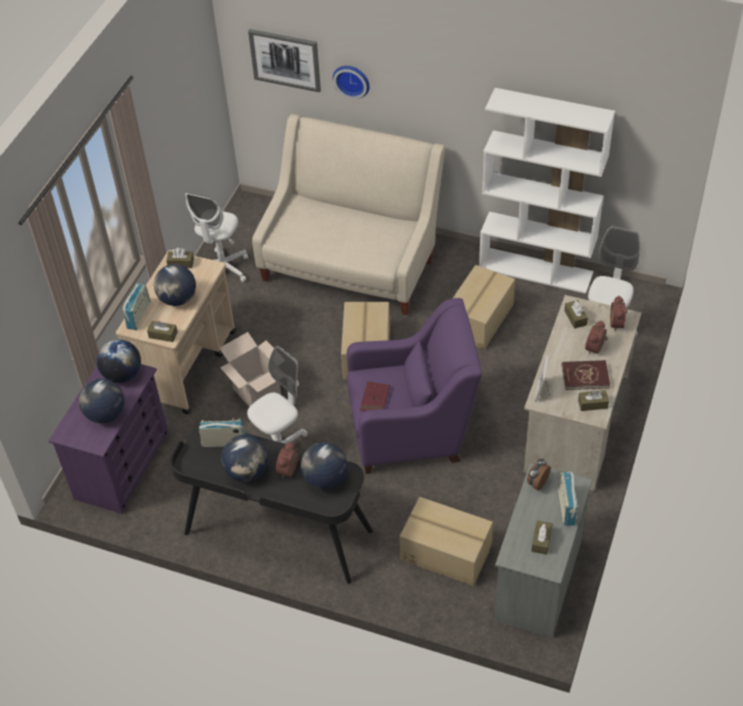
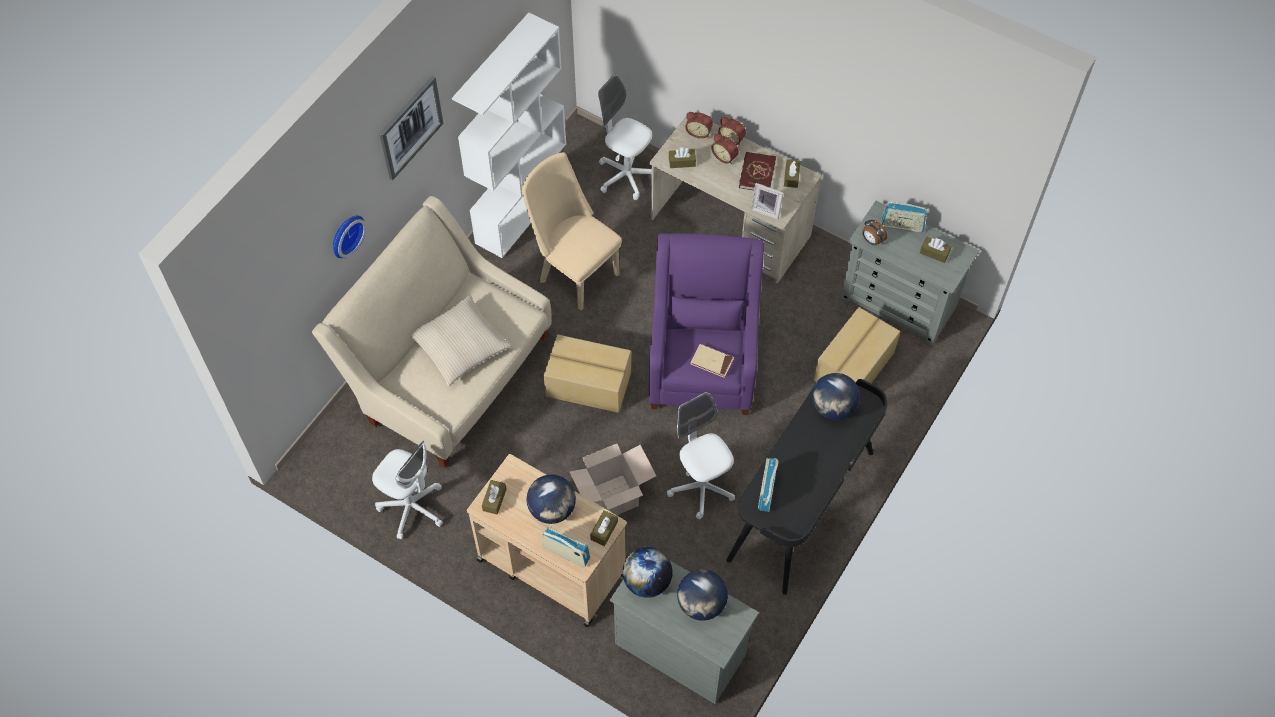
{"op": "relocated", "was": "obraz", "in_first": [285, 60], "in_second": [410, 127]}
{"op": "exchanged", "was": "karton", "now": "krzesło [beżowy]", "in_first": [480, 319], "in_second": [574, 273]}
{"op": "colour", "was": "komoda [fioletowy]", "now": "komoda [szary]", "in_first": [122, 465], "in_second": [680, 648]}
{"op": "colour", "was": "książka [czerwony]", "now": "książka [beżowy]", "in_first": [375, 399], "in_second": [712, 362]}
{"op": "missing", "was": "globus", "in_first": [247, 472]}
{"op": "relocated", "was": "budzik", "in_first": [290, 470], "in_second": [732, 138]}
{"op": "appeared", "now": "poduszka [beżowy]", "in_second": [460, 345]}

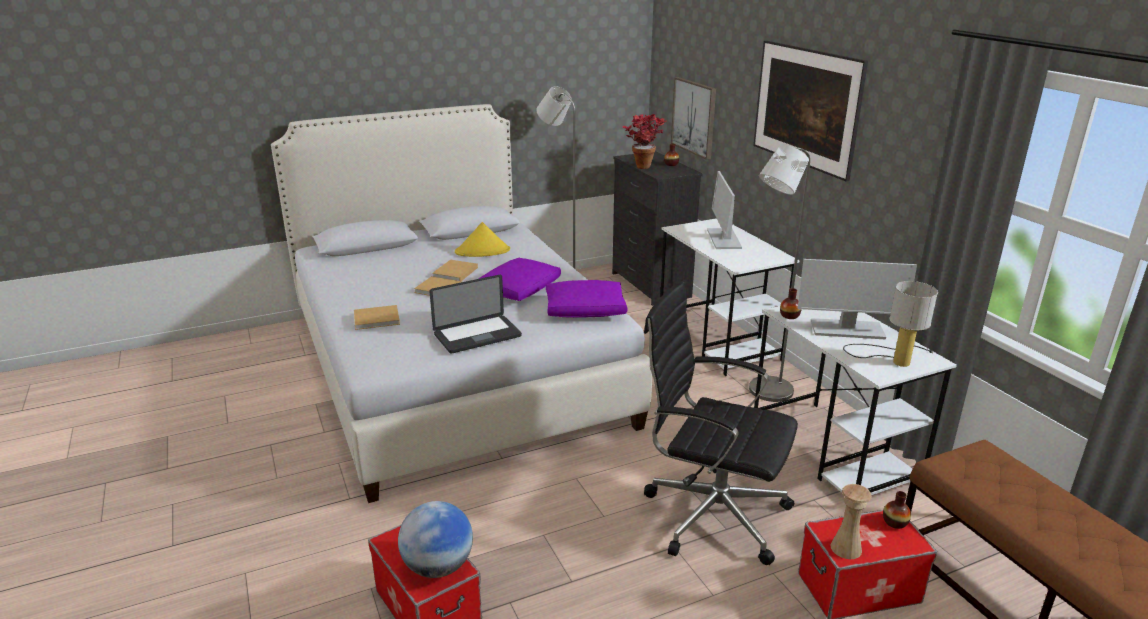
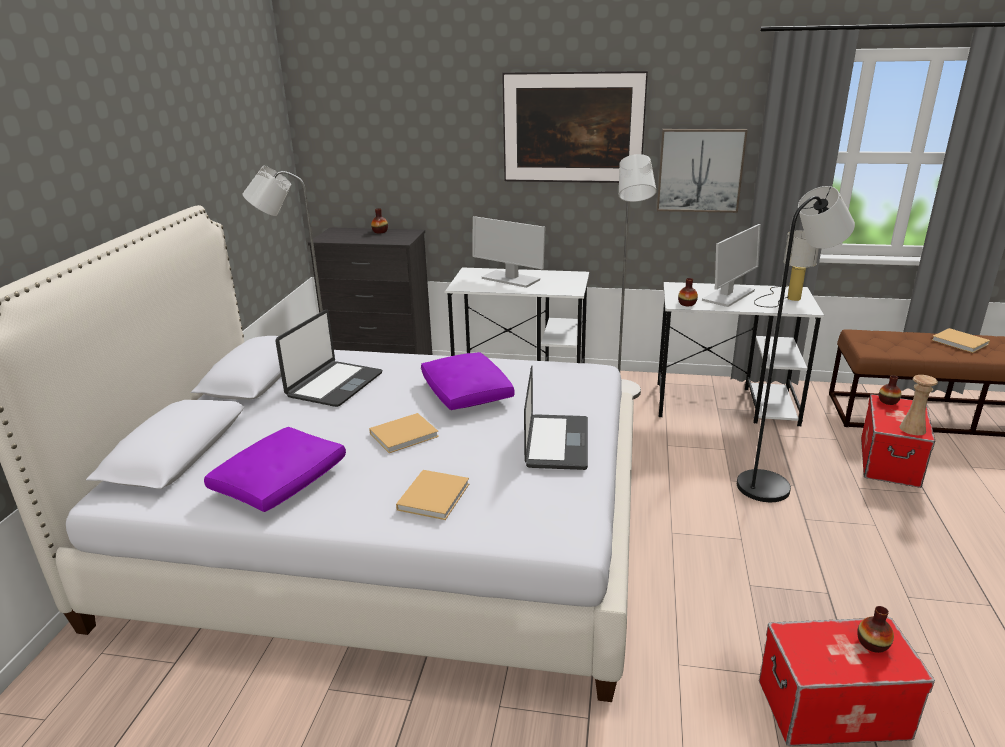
{"op": "relocated", "was": "obraz", "in_first": [694, 117], "in_second": [700, 170]}
{"op": "missing", "was": "roślina doniczkowa", "in_first": [642, 165]}
{"op": "exchanged", "was": "kapelusz [żółty]", "now": "laptop", "in_first": [483, 251], "in_second": [334, 385]}
{"op": "relocated", "was": "książka [beżowy]", "in_first": [454, 273], "in_second": [961, 342]}
{"op": "relocated", "was": "poduszka [fioletowy]", "in_first": [586, 310], "in_second": [281, 481]}
{"op": "exchanged", "was": "krzesło biurowe [czarny]", "now": "lampa stojąca [czarny]", "in_first": [711, 513], "in_second": [770, 484]}
{"op": "exchanged", "was": "globus", "now": "wazon", "in_first": [438, 567], "in_second": [872, 644]}

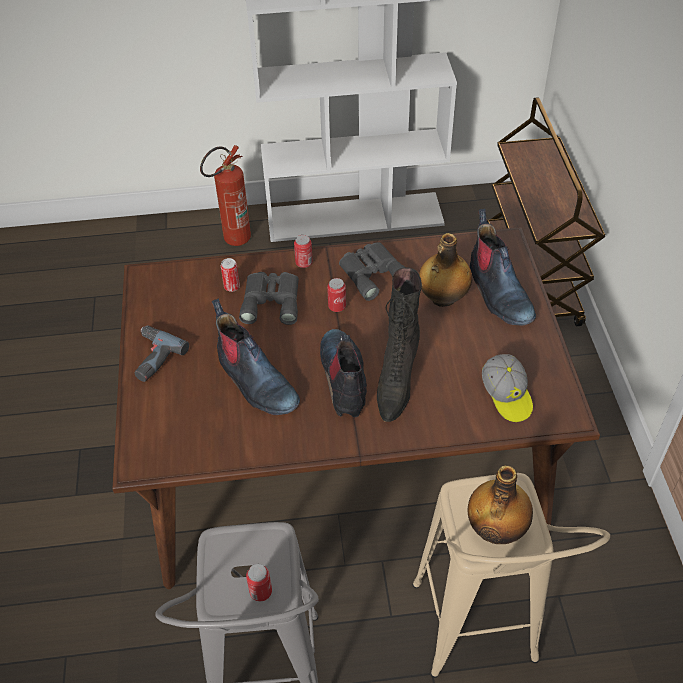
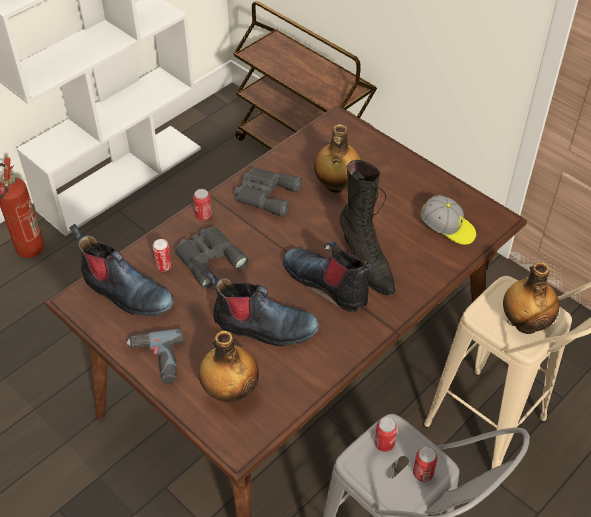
{"op": "relocated", "was": "but z cholewką", "in_first": [497, 293], "in_second": [125, 293]}
{"op": "relocated", "was": "puszka", "in_first": [337, 306], "in_second": [384, 443]}
{"op": "appeared", "now": "butelka", "in_second": [230, 391]}

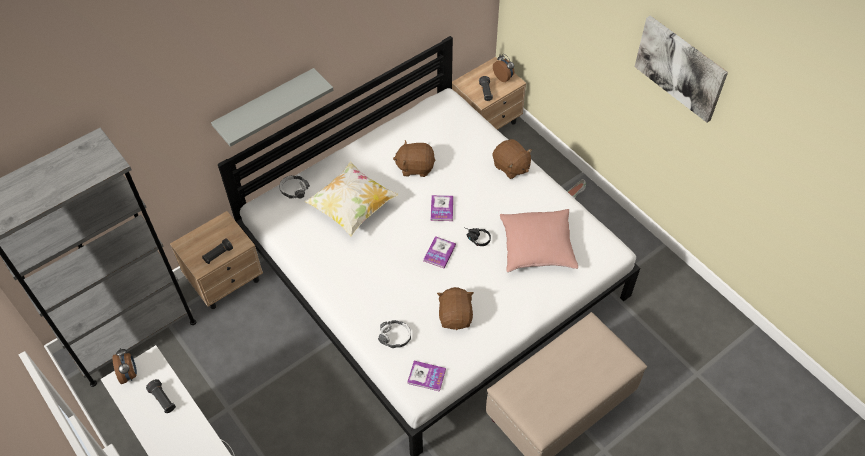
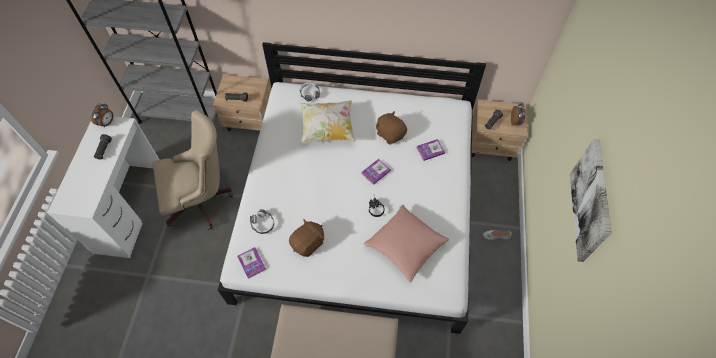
{"op": "missing", "was": "półka [szary]", "in_first": [266, 107]}
{"op": "missing", "was": "pluszak [brązowy]", "in_first": [511, 167]}
{"op": "relocated", "was": "książka", "in_first": [439, 253], "in_second": [430, 150]}
{"op": "appeared", "now": "krzesło biurowe [beżowy]", "in_second": [202, 201]}

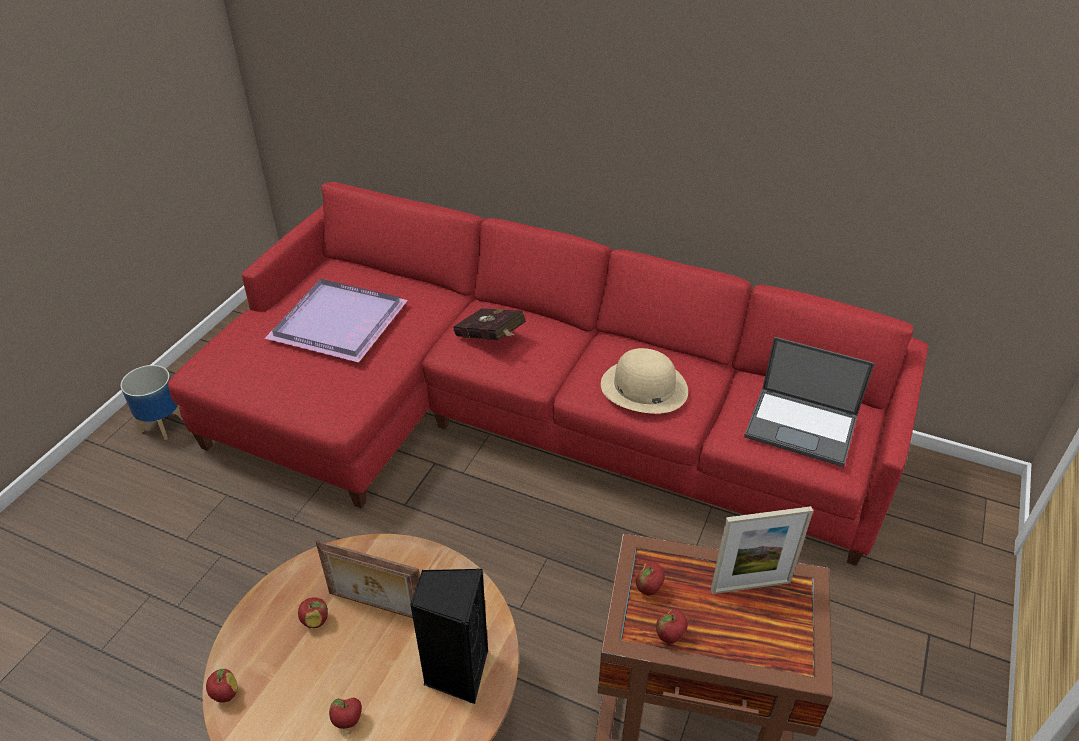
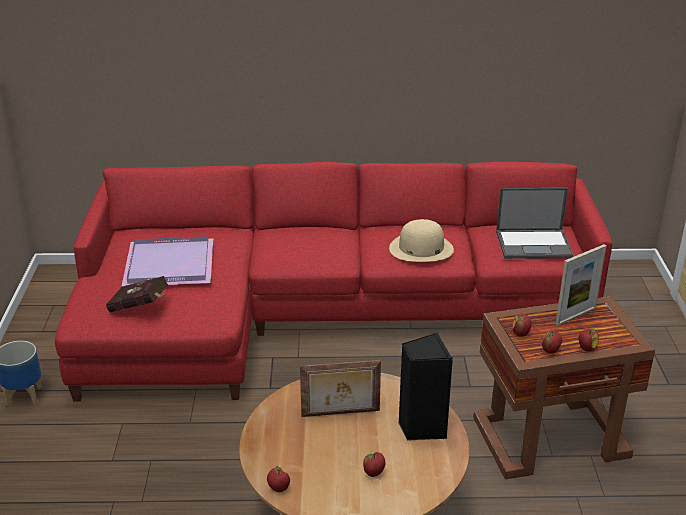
{"op": "relocated", "was": "książka [czerwony]", "in_first": [491, 339], "in_second": [141, 308]}
{"op": "relocated", "was": "jabłko", "in_first": [315, 621], "in_second": [586, 348]}

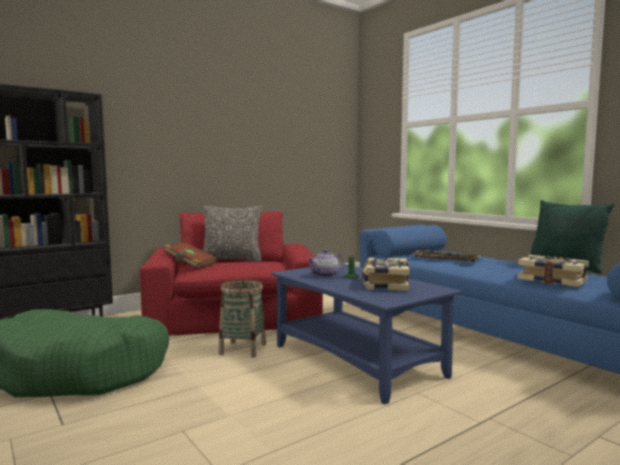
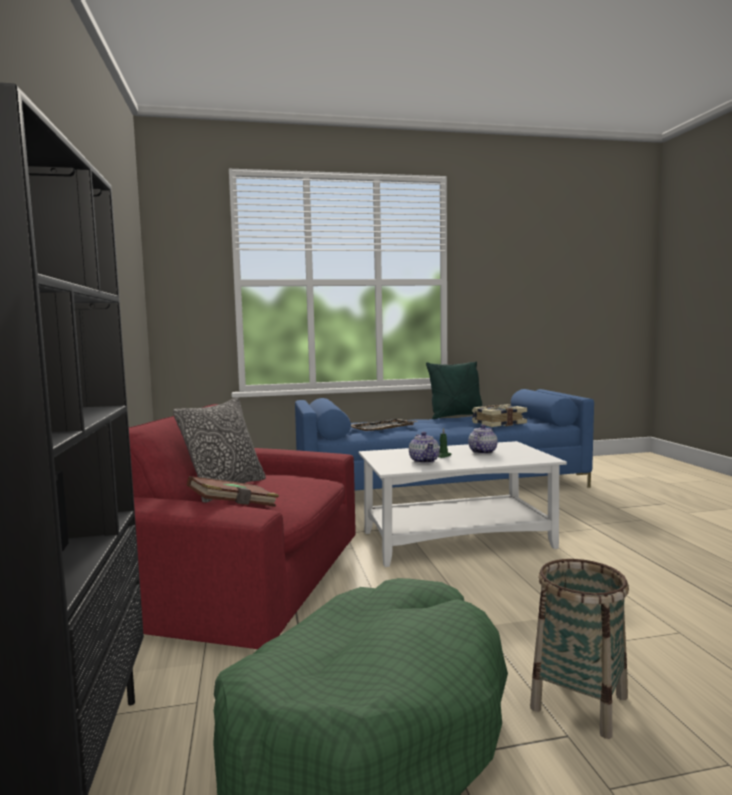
{"op": "exchanged", "was": "książka", "now": "imbryk", "in_first": [384, 284], "in_second": [482, 452]}
{"op": "colour", "was": "ława [niebieski]", "now": "ława [biały]", "in_first": [358, 361], "in_second": [458, 539]}
{"op": "relocated", "was": "koszyk", "in_first": [242, 349], "in_second": [578, 702]}

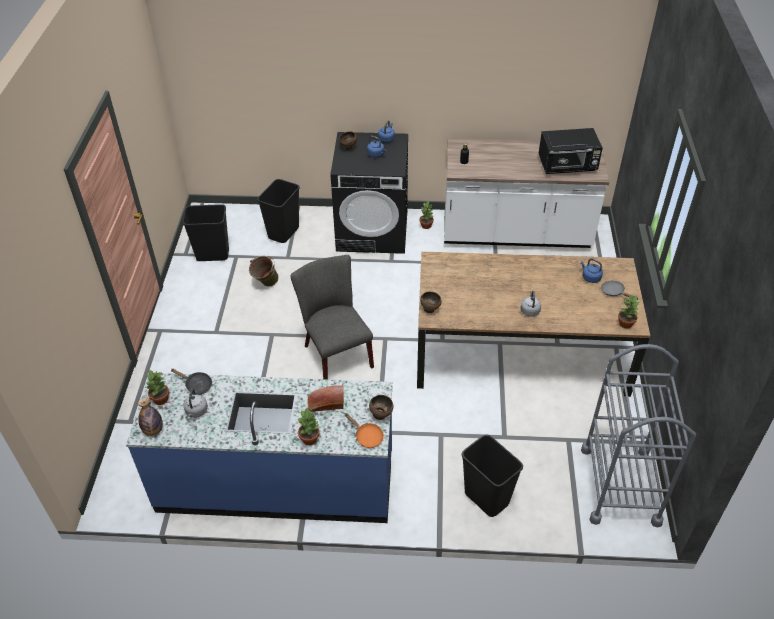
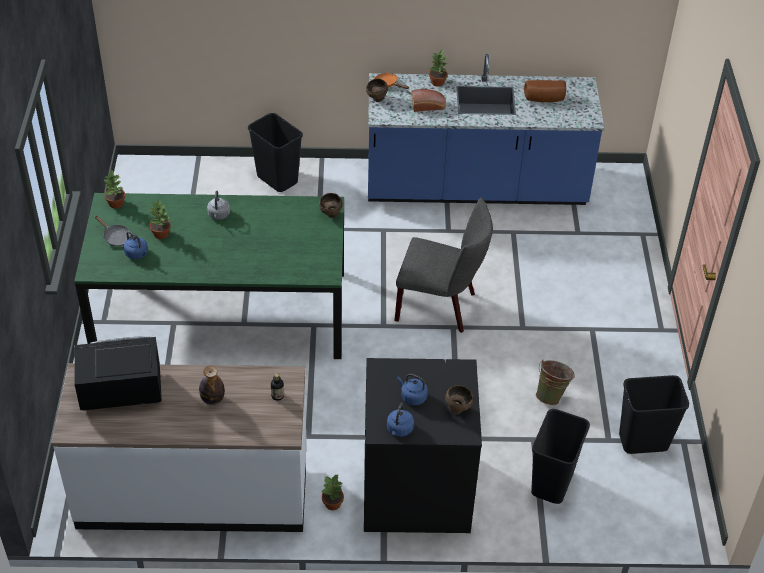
{"op": "colour", "was": "stół jadalny [brązowy]", "now": "stół jadalny [zielony]", "in_first": [521, 352], "in_second": [220, 312]}
{"op": "spun", "was": "krzesło [szary]", "in_first": [335, 353], "in_second": [441, 306], "clockwise": -45}
{"op": "missing", "was": "wózek [szary]", "in_first": [620, 485]}
{"op": "missing", "was": "patelnia [czarny]", "in_first": [196, 385]}
{"op": "relocated", "was": "roślina doniczkowa", "in_first": [160, 399], "in_second": [161, 233]}
{"op": "exchanged", "was": "czajnik [szary]", "now": "chleb", "in_first": [196, 412], "in_second": [544, 99]}
{"op": "relocated", "was": "butelka", "in_first": [153, 430], "in_second": [212, 399]}

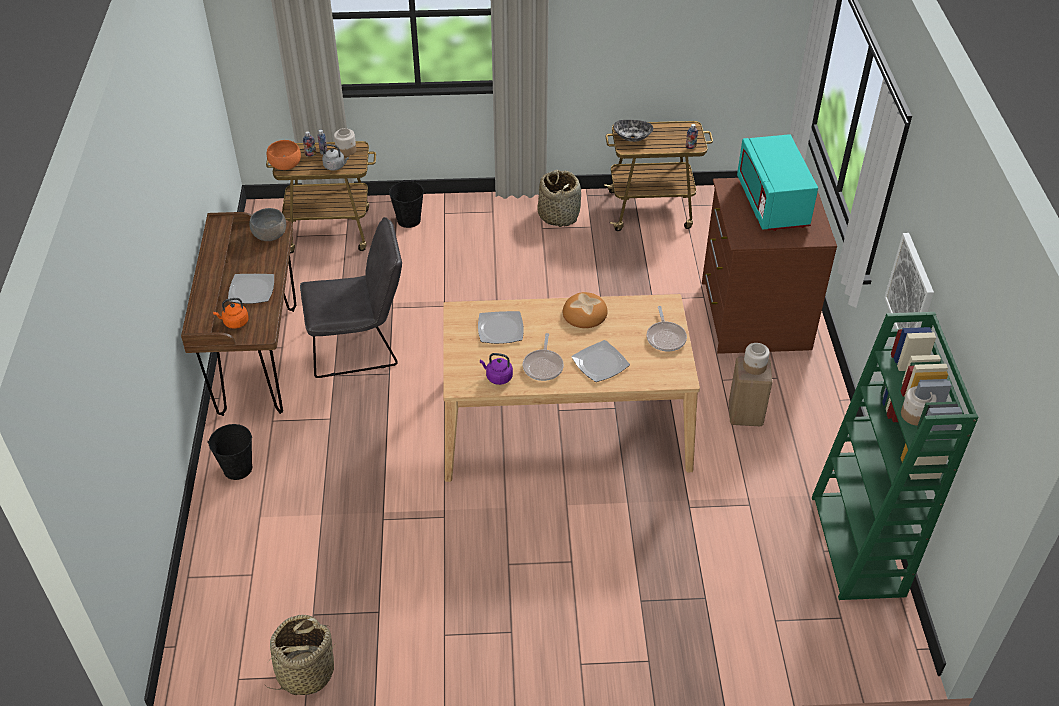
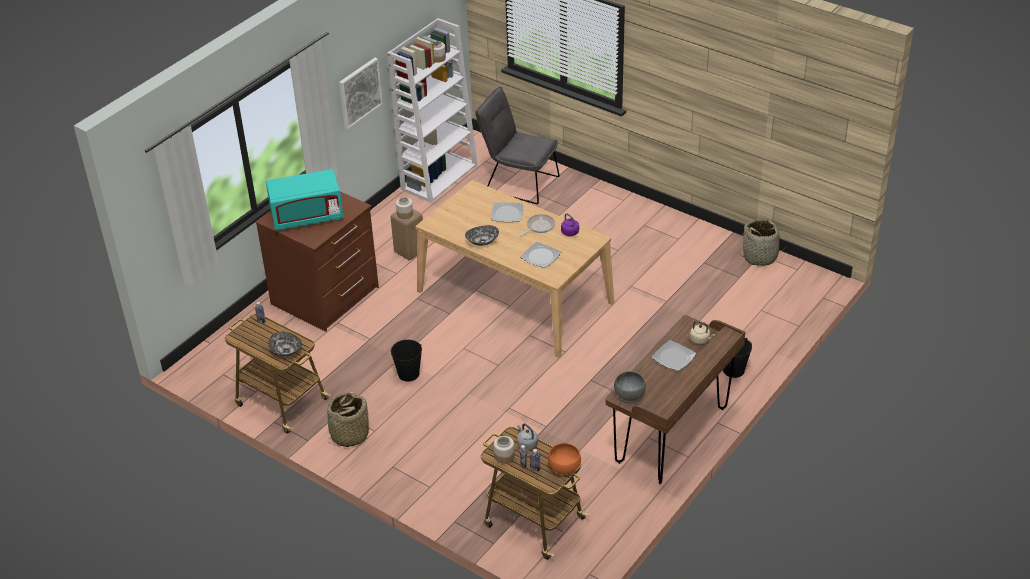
{"op": "spun", "was": "mikrofalówka [turkusowy]", "in_first": [772, 204], "in_second": [307, 216], "clockwise": 45}
{"op": "relocated", "was": "wiadro [czarny]", "in_first": [409, 220], "in_second": [408, 374]}
{"op": "relocated", "was": "krzesło [szary]", "in_first": [360, 346], "in_second": [518, 182]}
{"op": "exchanged", "was": "chleb", "now": "miska", "in_first": [584, 313], "in_second": [482, 242]}
{"op": "colour", "was": "czajnik [pomarańczowy]", "now": "czajnik [beżowy]", "in_first": [234, 322], "in_second": [700, 340]}
{"op": "missing", "was": "patelnia", "in_first": [665, 337]}
{"op": "colour", "was": "regał [zielony]", "now": "regał [biały]", "in_first": [859, 546], "in_second": [439, 177]}

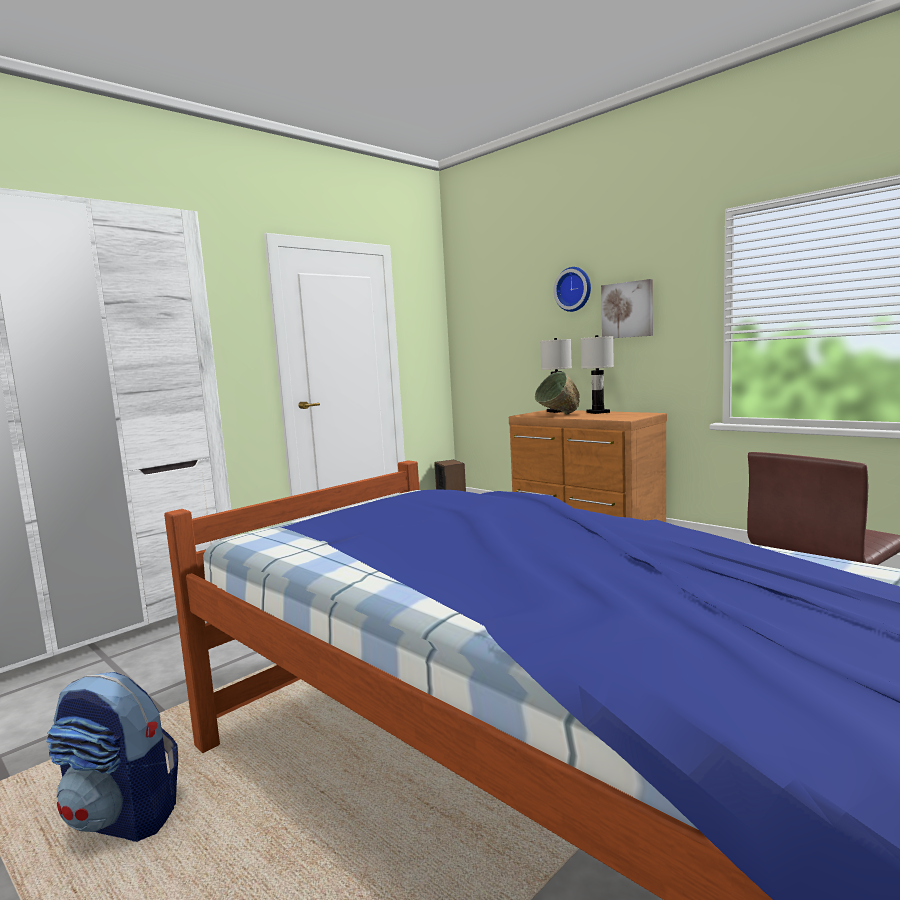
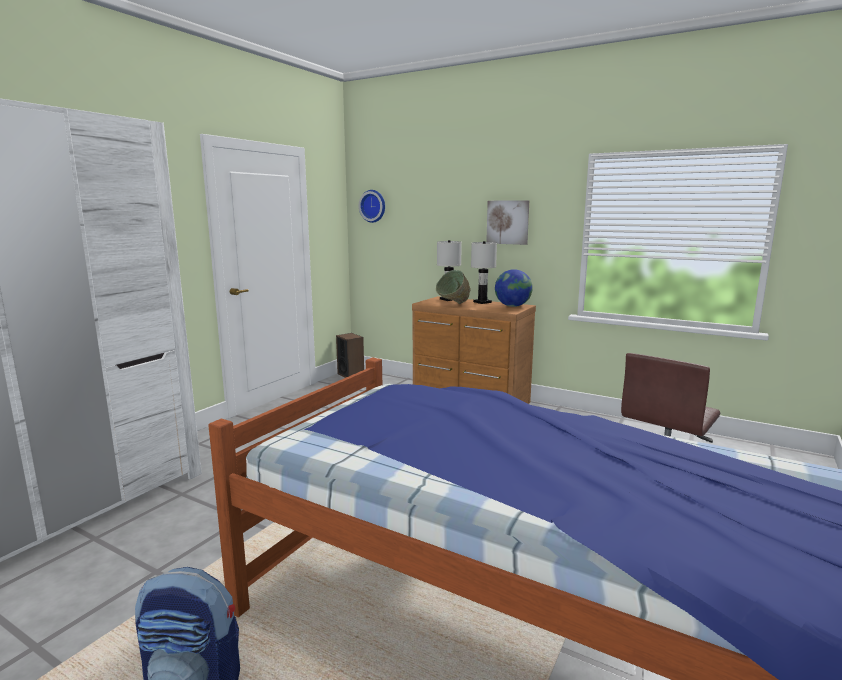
{"op": "relocated", "was": "zegar ścienny", "in_first": [574, 289], "in_second": [373, 206]}
{"op": "appeared", "now": "globus", "in_second": [512, 306]}

